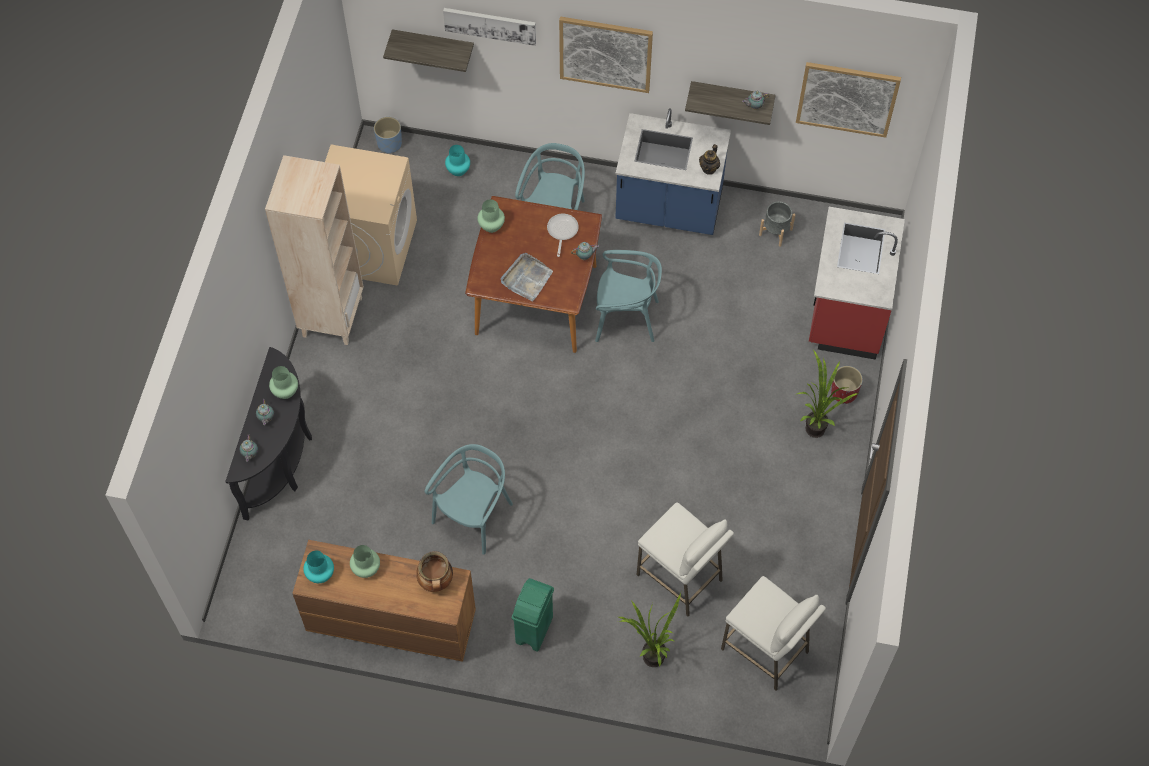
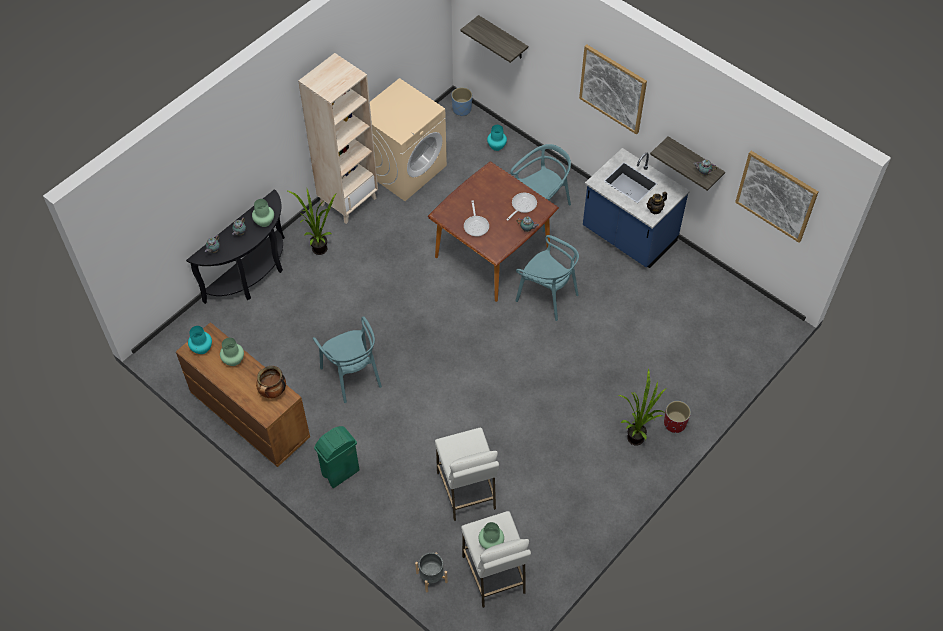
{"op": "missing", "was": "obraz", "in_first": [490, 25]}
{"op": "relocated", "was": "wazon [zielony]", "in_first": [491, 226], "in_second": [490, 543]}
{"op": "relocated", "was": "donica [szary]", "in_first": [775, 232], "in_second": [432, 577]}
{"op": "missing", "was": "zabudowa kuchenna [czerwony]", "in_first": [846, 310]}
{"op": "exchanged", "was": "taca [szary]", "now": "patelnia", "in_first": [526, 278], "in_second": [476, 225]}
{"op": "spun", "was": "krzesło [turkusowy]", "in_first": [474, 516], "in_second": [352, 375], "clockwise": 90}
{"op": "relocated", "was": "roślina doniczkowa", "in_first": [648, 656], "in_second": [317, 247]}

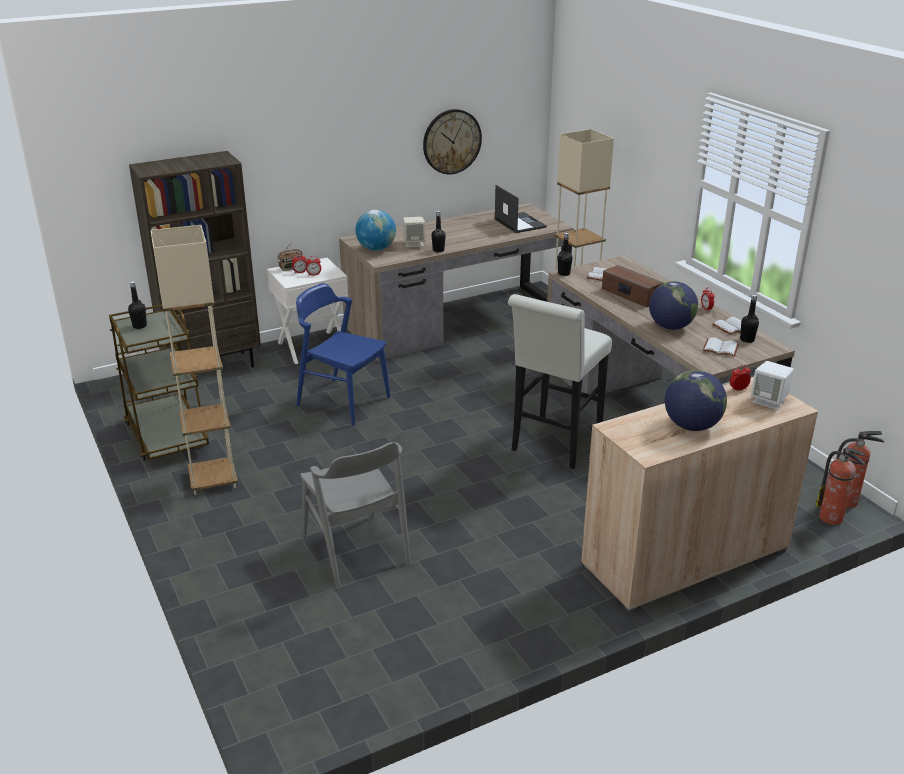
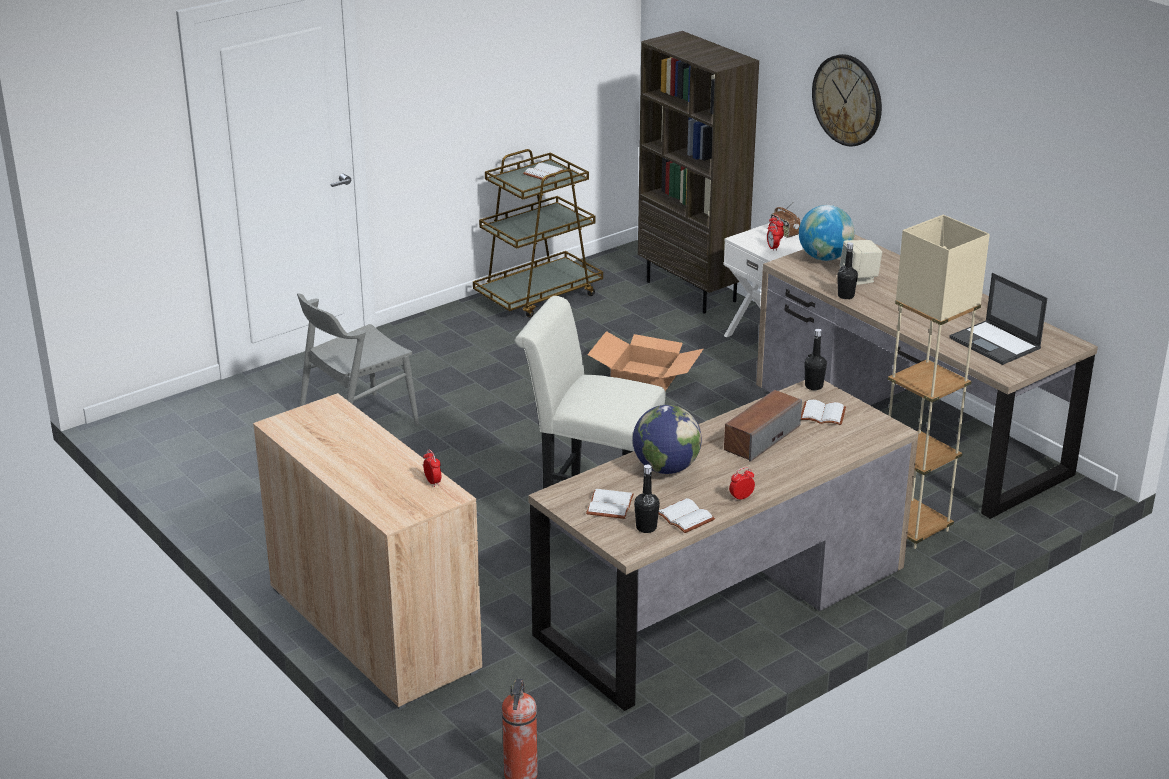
{"op": "relocated", "was": "zegar ścienny", "in_first": [451, 141], "in_second": [848, 100]}
{"op": "spun", "was": "laptop", "in_first": [519, 223], "in_second": [995, 343], "clockwise": 90}
{"op": "missing", "was": "lampa stojąca [beżowy]", "in_first": [213, 480]}
{"op": "exchanged", "was": "butelka [czarny]", "now": "książka [biały]", "in_first": [139, 326], "in_second": [543, 172]}
{"op": "exchanged", "was": "krzesło [niebieski]", "now": "karton", "in_first": [343, 401], "in_second": [646, 377]}
{"op": "missing", "was": "głośnik [biały]", "in_first": [769, 401]}
{"op": "missing", "was": "globus", "in_first": [691, 426]}
{"op": "missing", "was": "gaśnica", "in_first": [832, 518]}

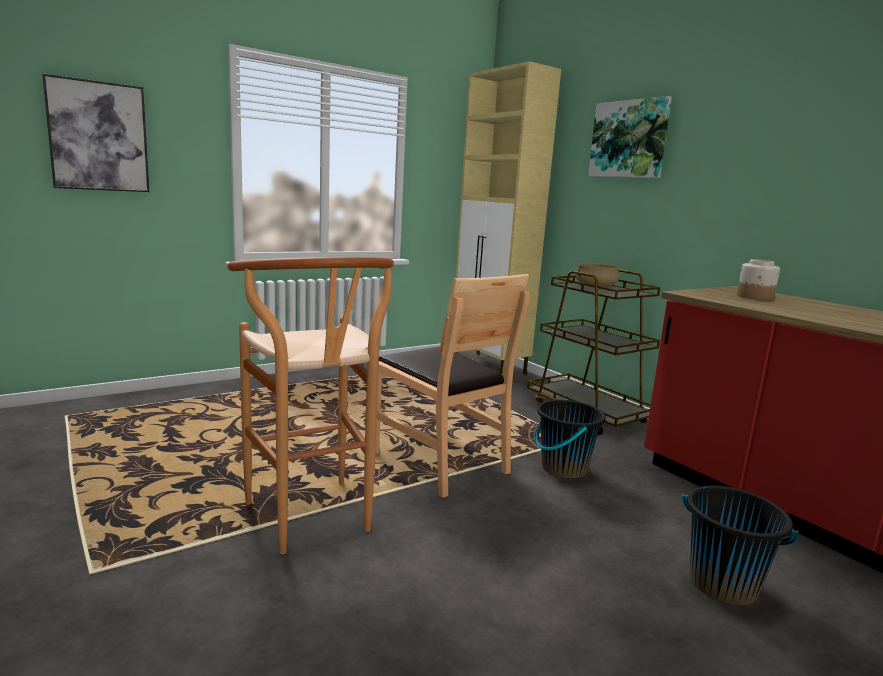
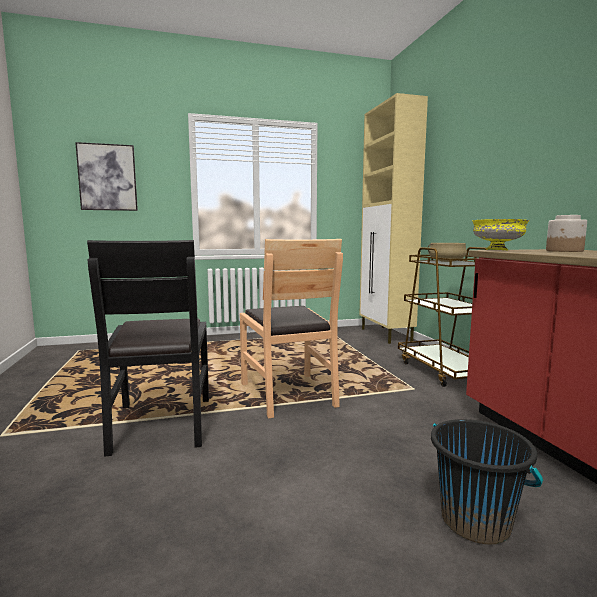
{"op": "missing", "was": "obraz", "in_first": [629, 139]}
{"op": "exchanged", "was": "stołek [brązowy]", "now": "krzesło [czarny]", "in_first": [314, 523], "in_second": [161, 424]}
{"op": "missing", "was": "wiadro [czarny]", "in_first": [563, 468]}
{"op": "appeared", "now": "miska [żółty]", "in_second": [496, 250]}

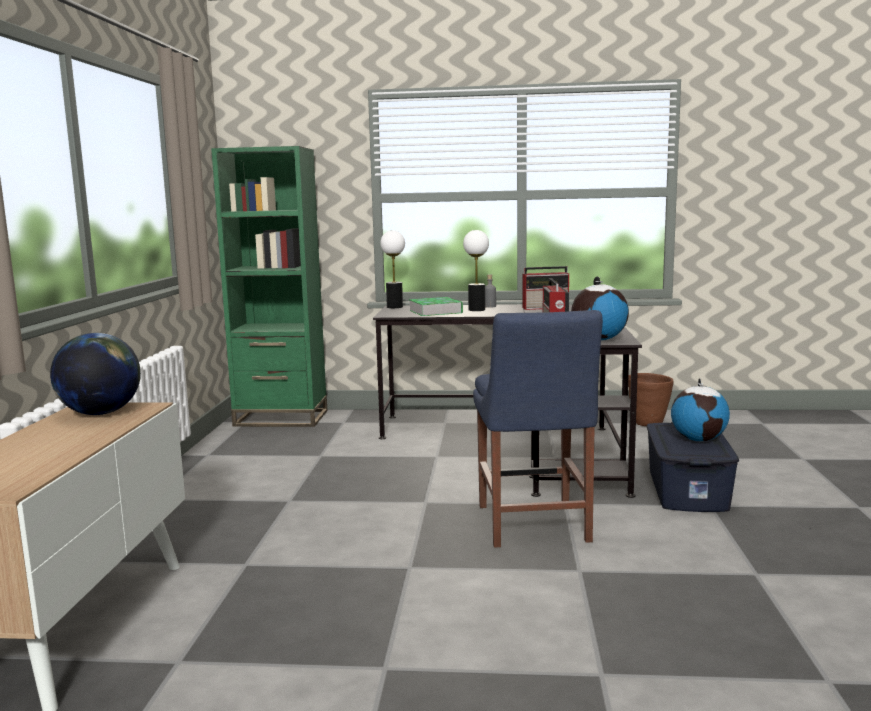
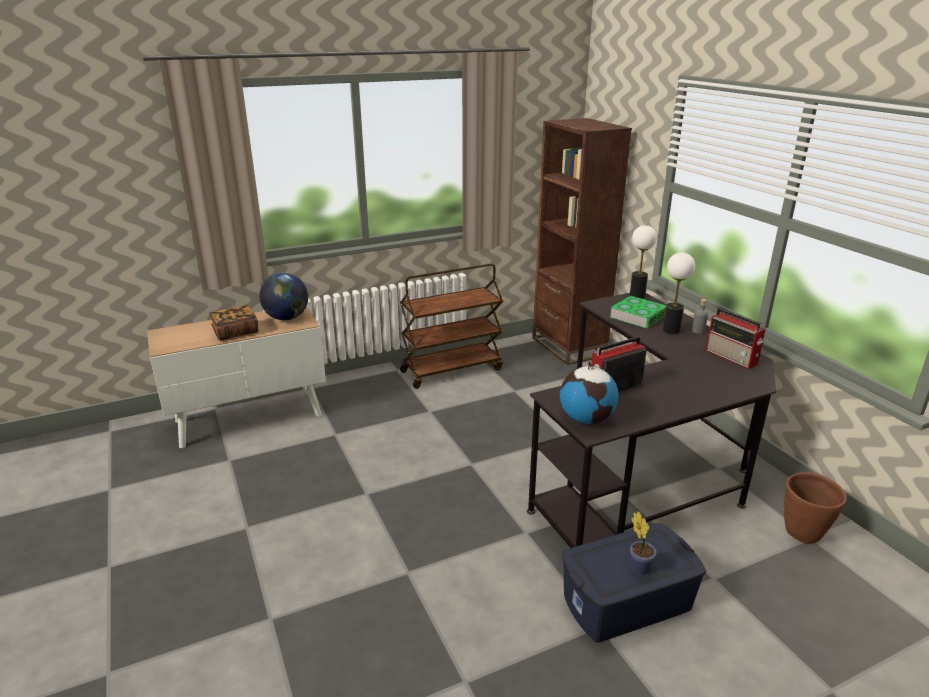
{"op": "colour", "was": "regał [zielony]", "now": "regał [brązowy]", "in_first": [281, 418], "in_second": [568, 347]}
{"op": "missing", "was": "krzesło [niebieski]", "in_first": [533, 526]}
{"op": "exchanged", "was": "globus", "now": "roślina doniczkowa", "in_first": [698, 439], "in_second": [638, 567]}
{"op": "appeared", "now": "wózek [brązowy]", "in_second": [452, 370]}
{"op": "appeared", "now": "książka", "in_second": [235, 332]}

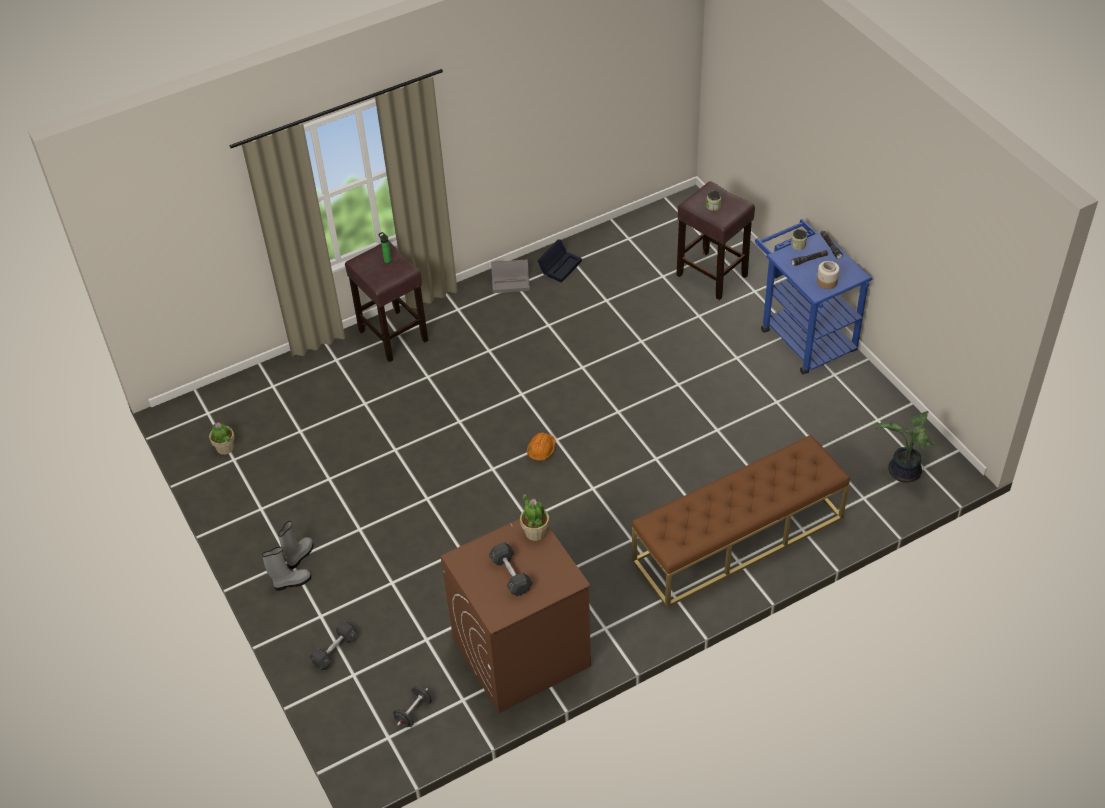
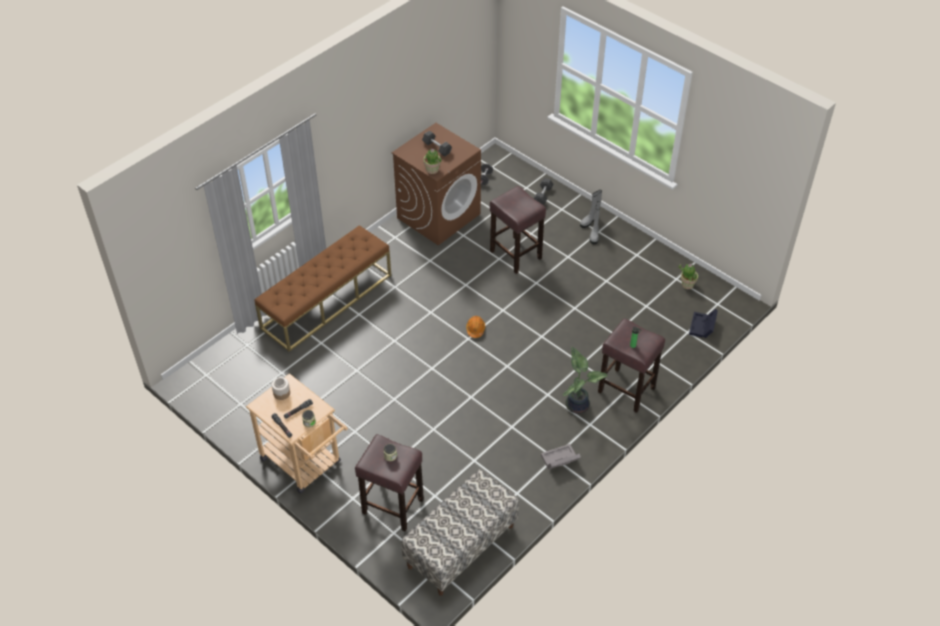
{"op": "colour", "was": "wózek [niebieski]", "now": "wózek [beżowy]", "in_first": [803, 335], "in_second": [305, 464]}
{"op": "relocated", "was": "pojemnik do przechowywania [czarny]", "in_first": [560, 265], "in_second": [702, 327]}
{"op": "relocated", "was": "roślina doniczkowa", "in_first": [902, 473], "in_second": [578, 404]}
{"op": "appeared", "now": "stołek [brązowy]", "in_second": [515, 254]}
{"op": "appeared", "now": "ławka", "in_second": [461, 547]}

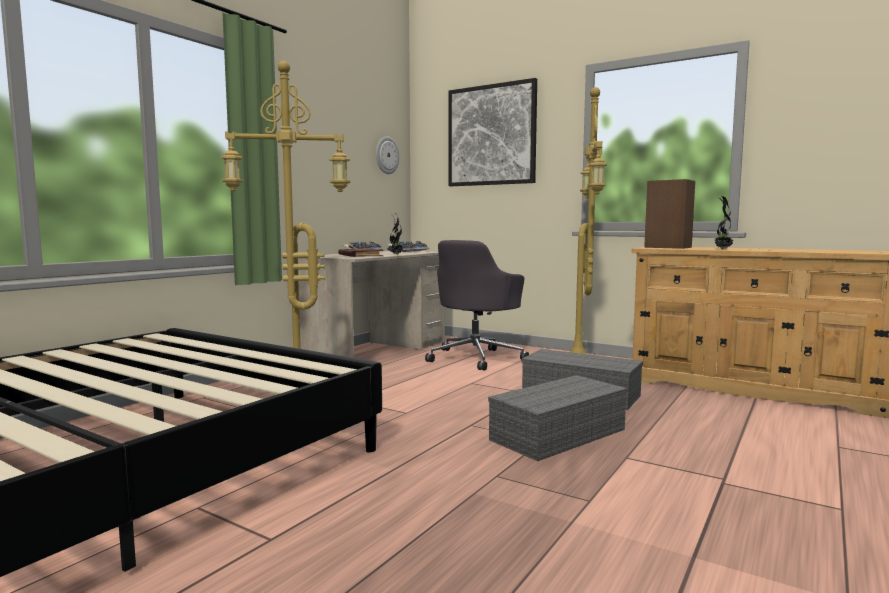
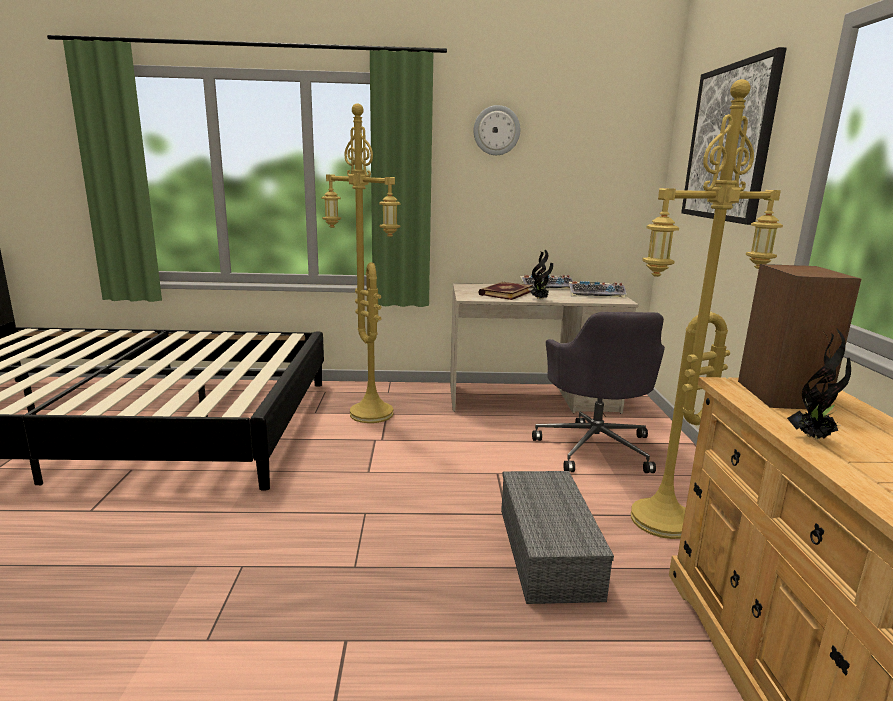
{"op": "relocated", "was": "zegar ścienny", "in_first": [386, 155], "in_second": [496, 130]}
{"op": "spun", "was": "krzesło biurowe [szary]", "in_first": [476, 358], "in_second": [595, 447], "clockwise": -90}
{"op": "missing", "was": "pojemnik do przechowywania [szary]", "in_first": [558, 433]}

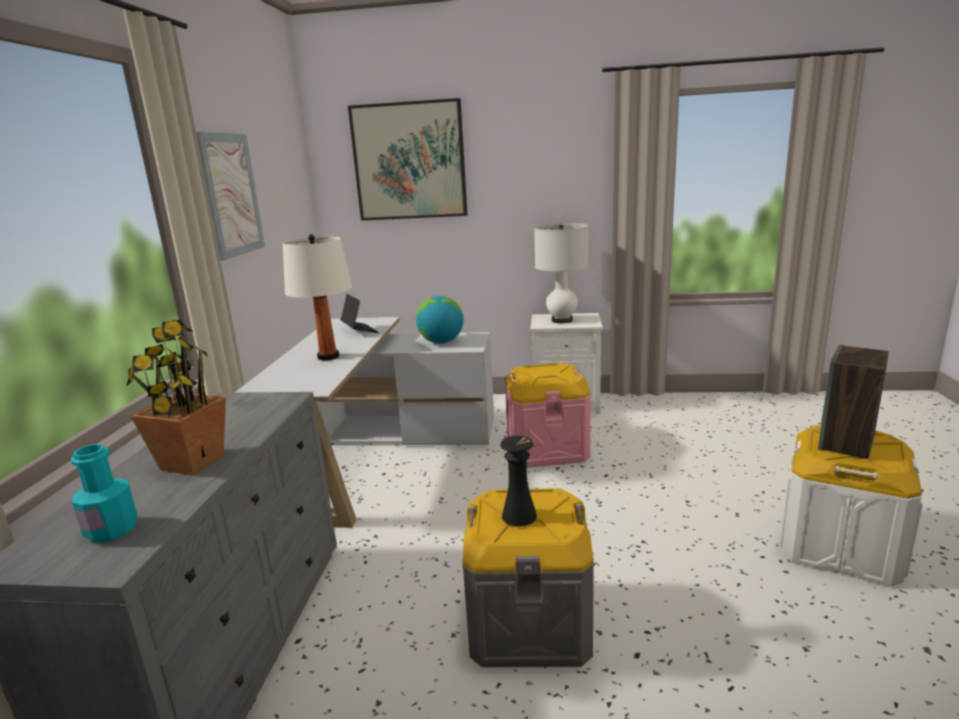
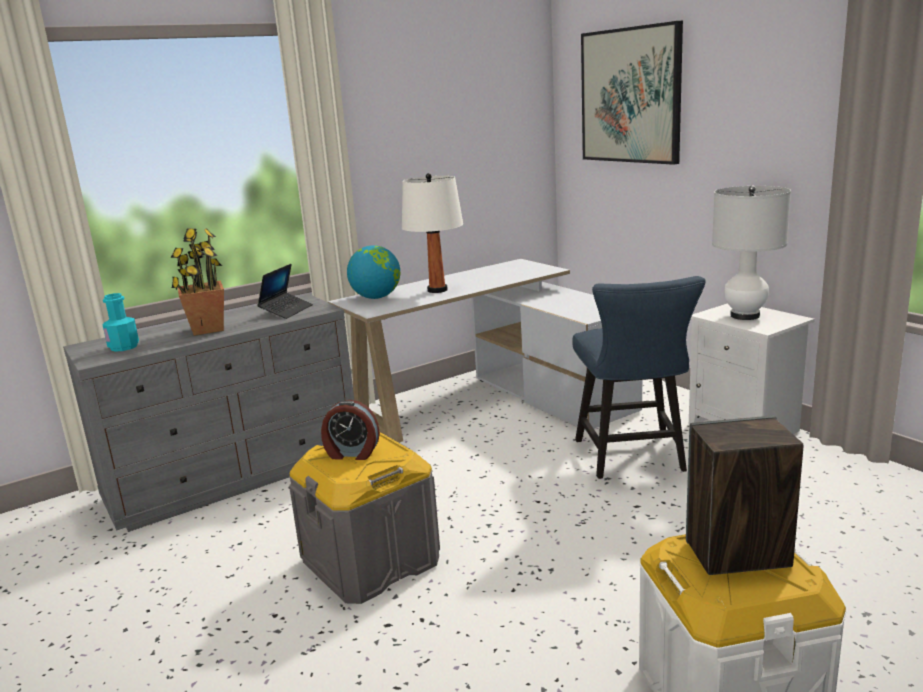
{"op": "missing", "was": "obraz", "in_first": [231, 195]}
{"op": "relocated", "was": "laptop", "in_first": [360, 331], "in_second": [286, 311]}
{"op": "relocated", "was": "globus", "in_first": [441, 342], "in_second": [376, 297]}
{"op": "exchanged", "was": "pojemnik do przechowywania [różowy]", "now": "krzesło [niebieski]", "in_first": [547, 449], "in_second": [633, 459]}
{"op": "exchanged", "was": "wazon [czarny]", "now": "budzik", "in_first": [519, 516], "in_second": [352, 453]}

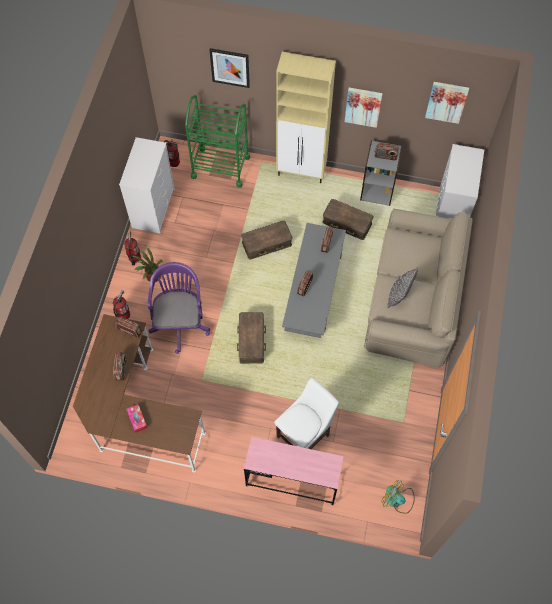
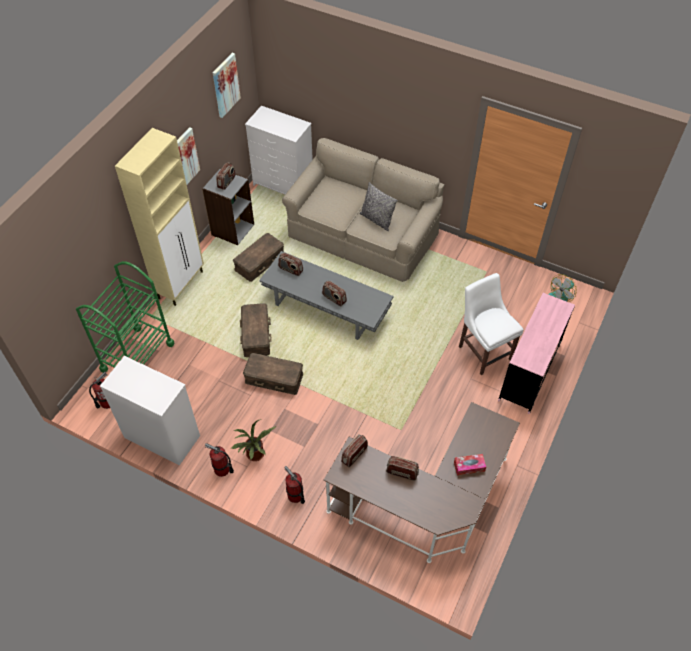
{"op": "missing", "was": "obraz", "in_first": [230, 67]}
{"op": "missing", "was": "krzesło biurowe [fioletowy]", "in_first": [180, 321]}
{"op": "relocated", "was": "pojemnik do przechowywania [brązowy]", "in_first": [252, 341], "in_second": [274, 377]}

